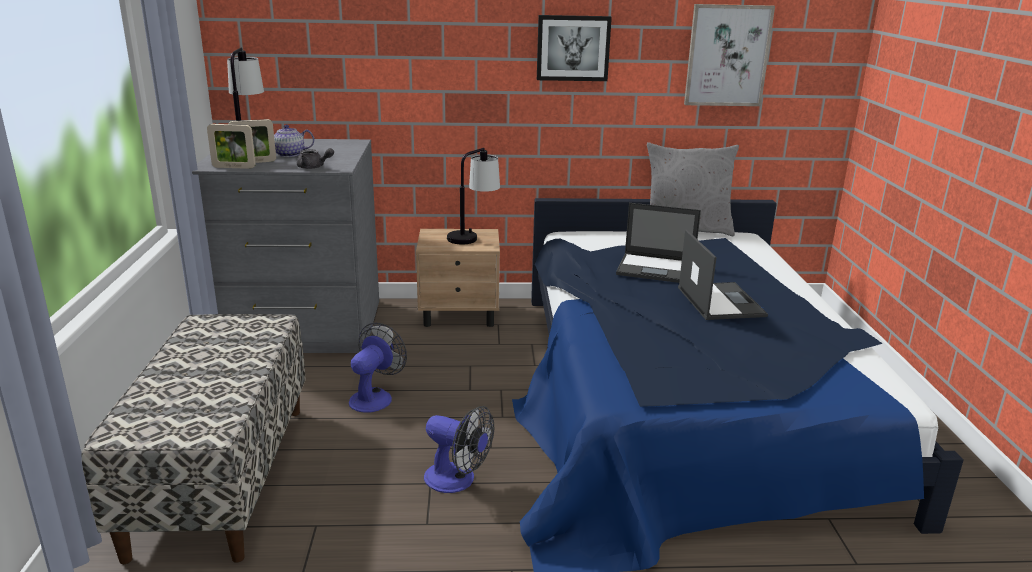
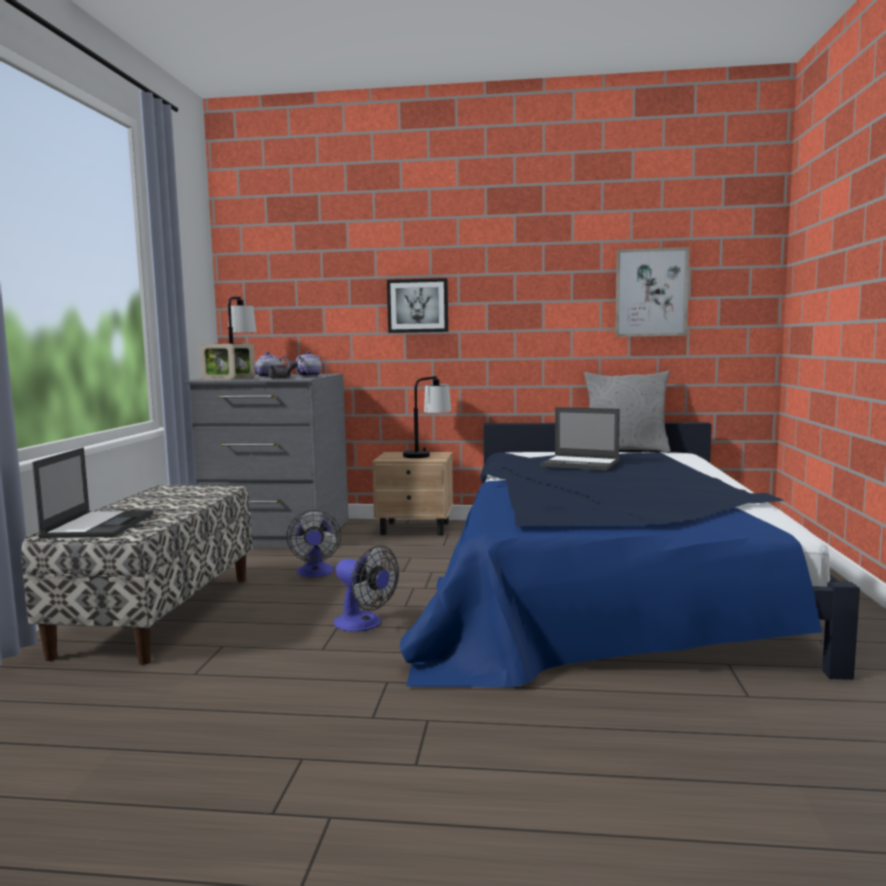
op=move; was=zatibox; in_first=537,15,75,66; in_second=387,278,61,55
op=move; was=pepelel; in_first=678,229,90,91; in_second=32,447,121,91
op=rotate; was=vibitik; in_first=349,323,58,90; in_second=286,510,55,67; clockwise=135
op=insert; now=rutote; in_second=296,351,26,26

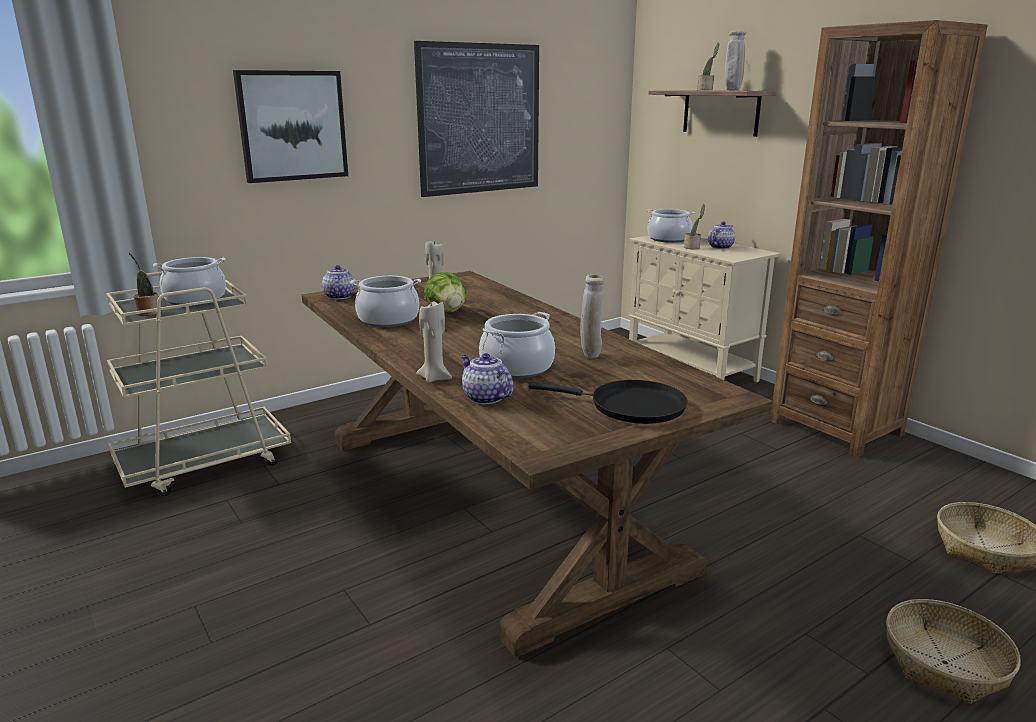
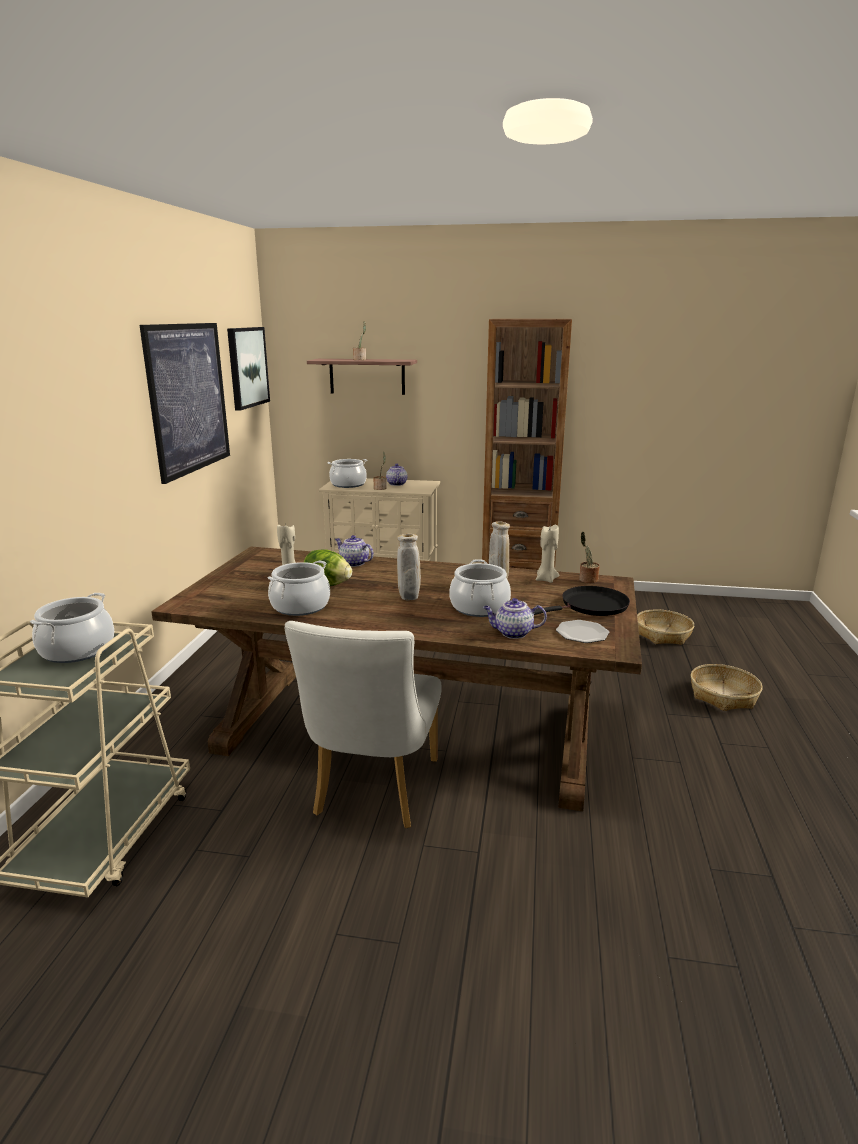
op=move; was=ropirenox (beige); in_first=724,31,22,60; in_second=397,534,24,66
op=move; was=zatibox; in_first=233,70,115,113; in_second=227,327,43,84
op=move; was=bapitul; in_first=128,252,30,64; in_second=579,531,21,52
op=move; was=rutote; in_first=322,265,33,34; in_second=335,535,39,32
op=move; was=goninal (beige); in_first=416,301,36,82; in_second=536,525,23,58
op=insert; now=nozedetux; in_second=556,620,53,23
op=insert; now=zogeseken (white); in_second=285,621,157,207

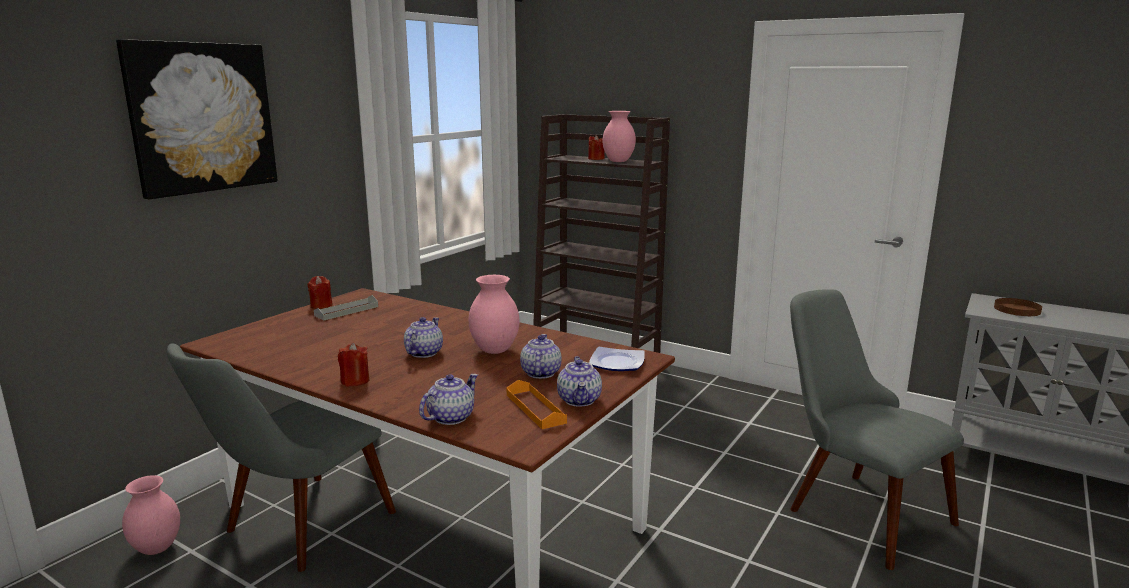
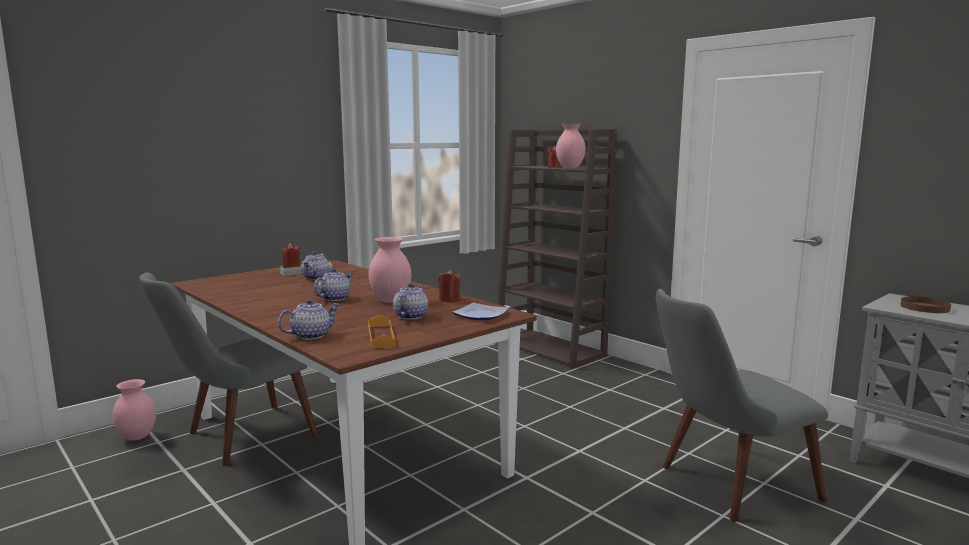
op=delete; was=zatibox; in_first=116,39,162,160
op=rotate; was=zogeseken (grey); in_first=790,289,174,281; in_second=656,289,172,233; clockwise=-90
op=move; was=goninal (red); in_first=338,343,31,43; in_second=438,270,22,32
op=move; was=rutote; in_first=557,356,45,51; in_second=301,251,29,29

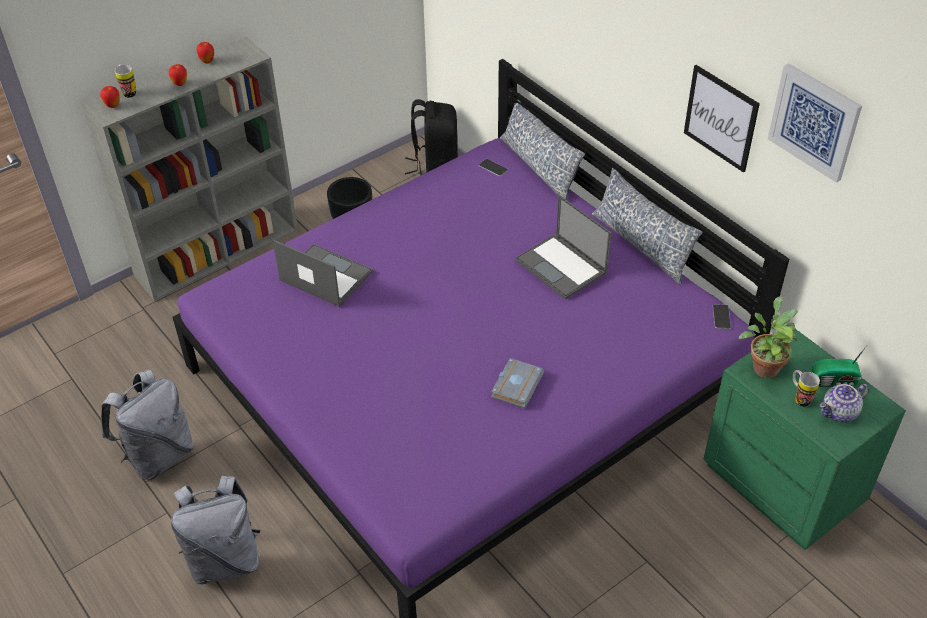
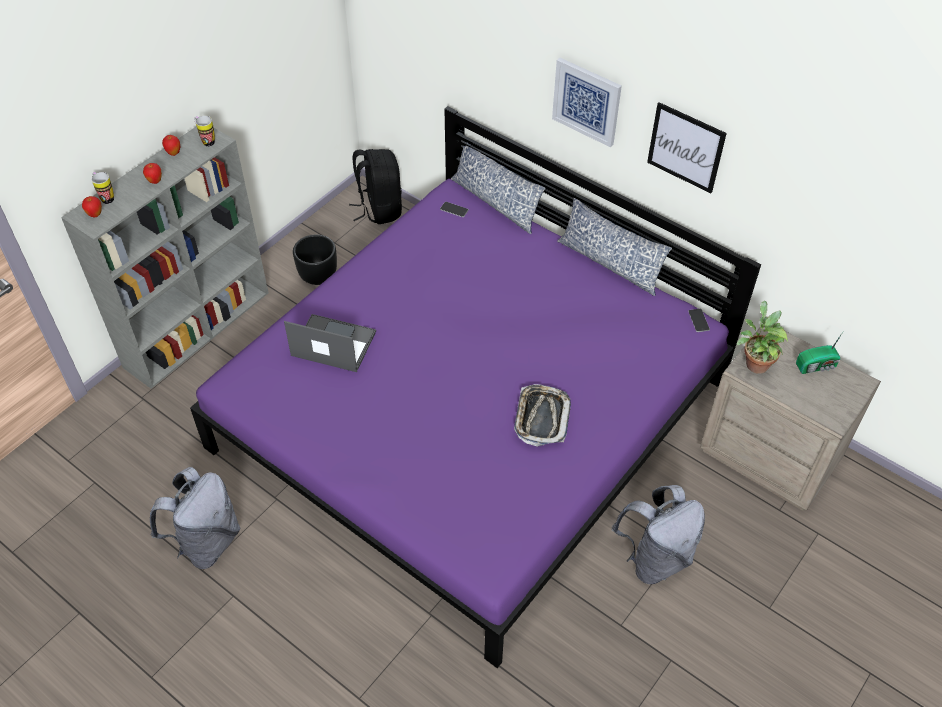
op=move; was=zatibox; in_first=768,63,94,120; in_second=552,58,70,89
op=delete; was=pepelel; in_first=515,195,97,105
op=recolor; was=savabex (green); now=savabex (beige); in_first=703,330,203,220; in_second=700,323,181,188
op=replace; was=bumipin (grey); now=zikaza; in_first=491,358,53,50; in_second=514,384,57,62
op=move; was=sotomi; in_first=793,370,27,37; in_second=194,116,21,31
op=delete; was=rutote; in_first=819,384,50,38
op=move; was=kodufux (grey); in_first=171,476,89,109; in_second=612,485,93,99

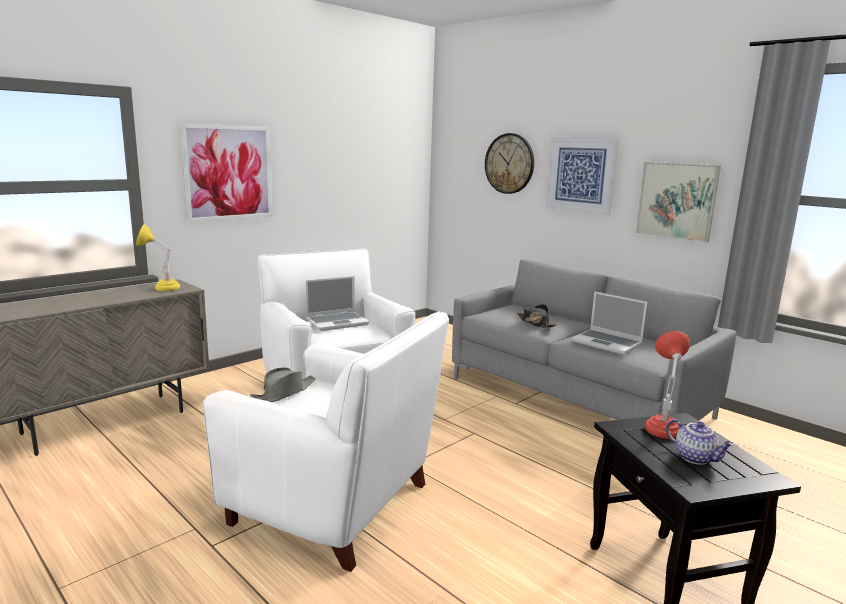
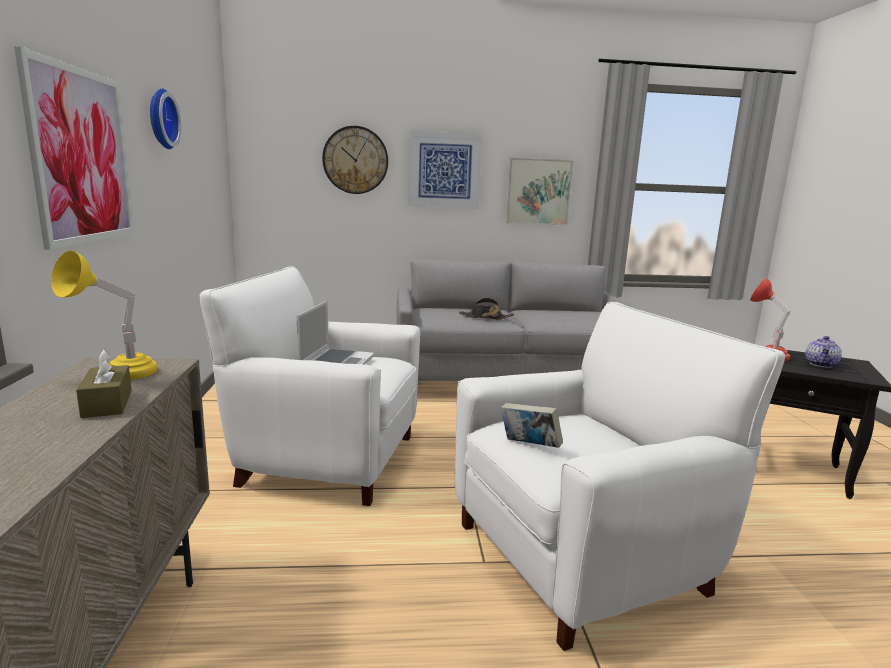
op=delete; was=pepelel; in_first=571,291,76,64
op=replace; was=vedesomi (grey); now=bumipin; in_first=250,367,66,35; in_second=501,403,62,45
op=rotate; was=rutote; in_first=666,419,68,46; in_second=805,336,37,32; clockwise=120
op=insert; now=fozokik; in_second=150,89,31,60
op=insert; now=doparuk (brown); in_second=76,349,56,69

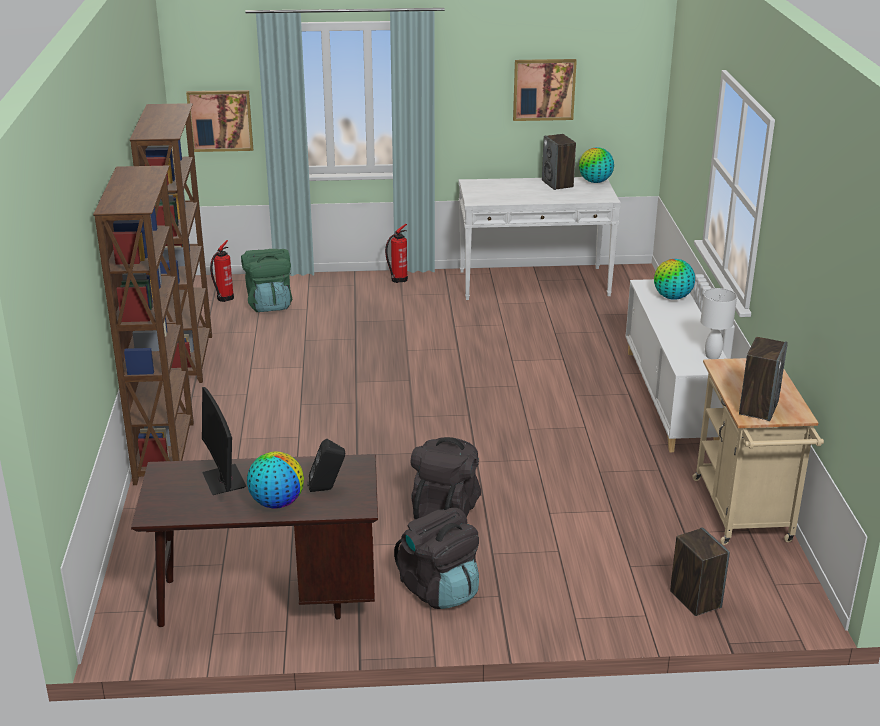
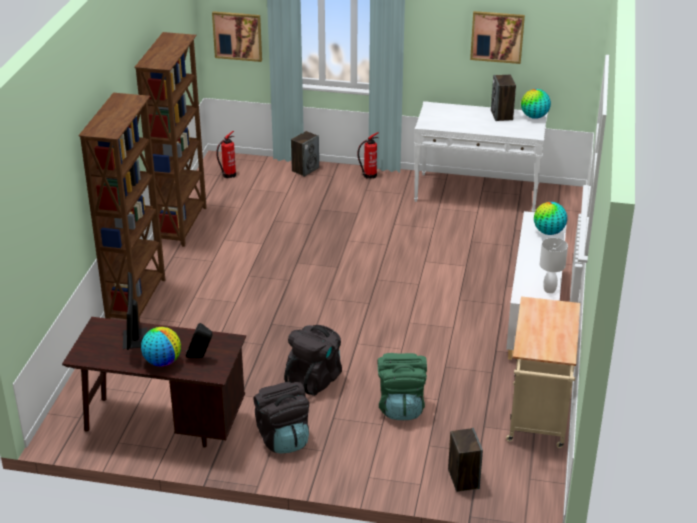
op=move; was=kodufux (green); in_first=241,249,51,63; in_second=378,353,49,67
op=move; was=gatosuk; in_first=739,337,49,84; in_second=291,131,28,46

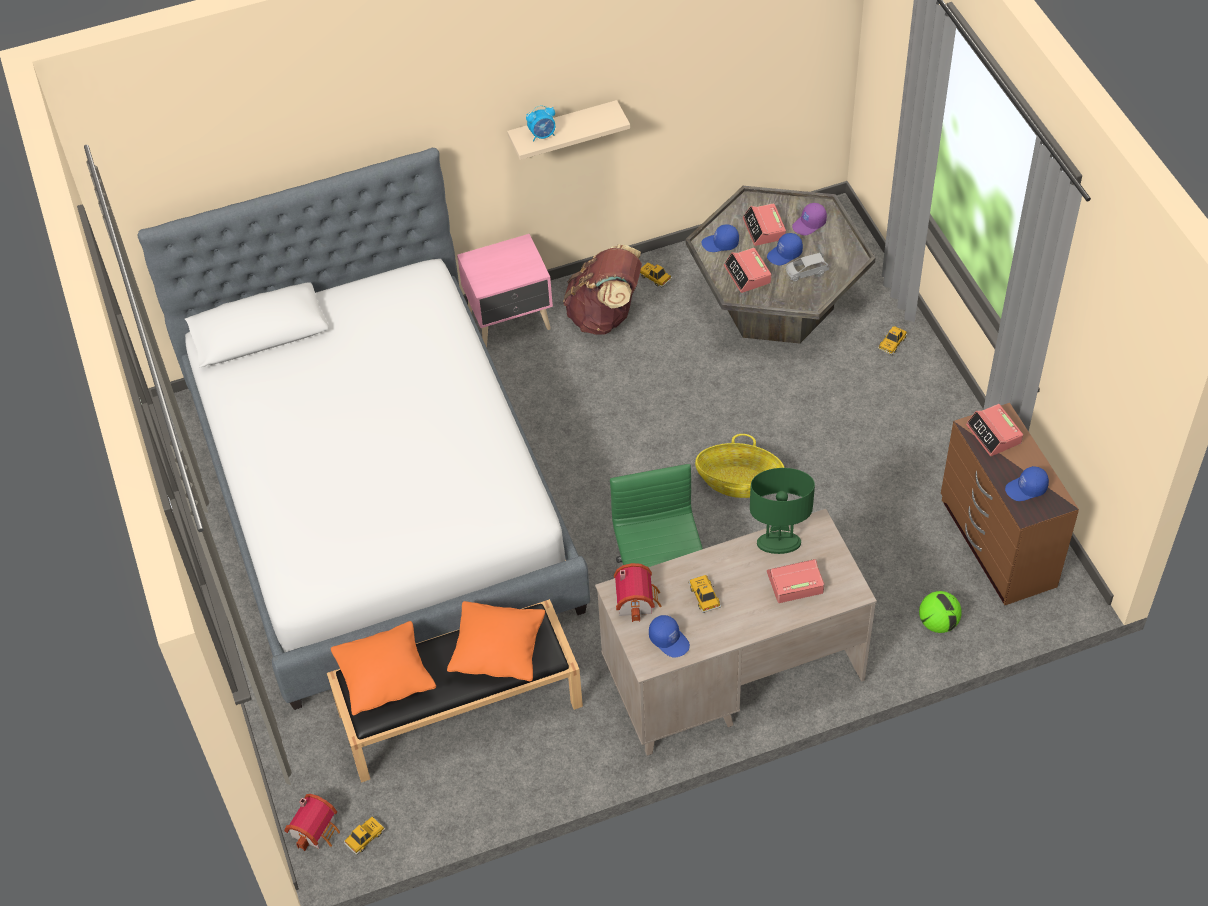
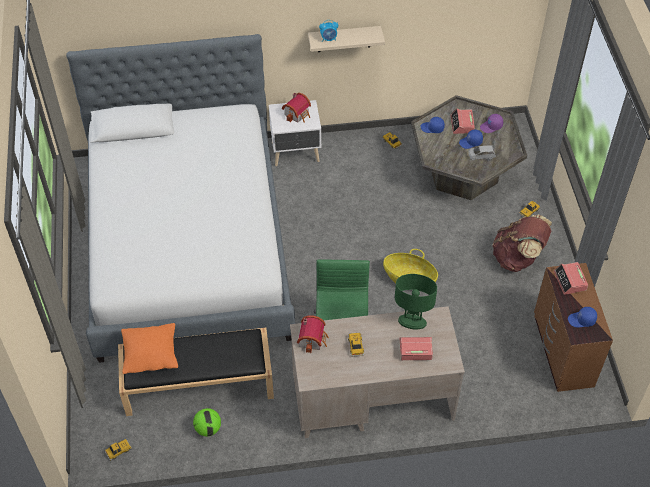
op=recolor; was=savabex (pink); now=savabex (white); in_first=457,234,96,114; in_second=269,100,52,66
op=move; was=kodufux (brown); in_first=563,244,79,91; in_second=492,214,60,58
op=delete; was=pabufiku; in_first=724,248,47,45
op=move; was=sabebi; in_first=919,591,43,42; in_second=193,408,28,29
op=delete; was=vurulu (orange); in_first=447,601,98,80
op=delete; was=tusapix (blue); in_first=649,615,41,42
op=move; was=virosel; in_first=284,794,56,57; in_second=282,92,29,31

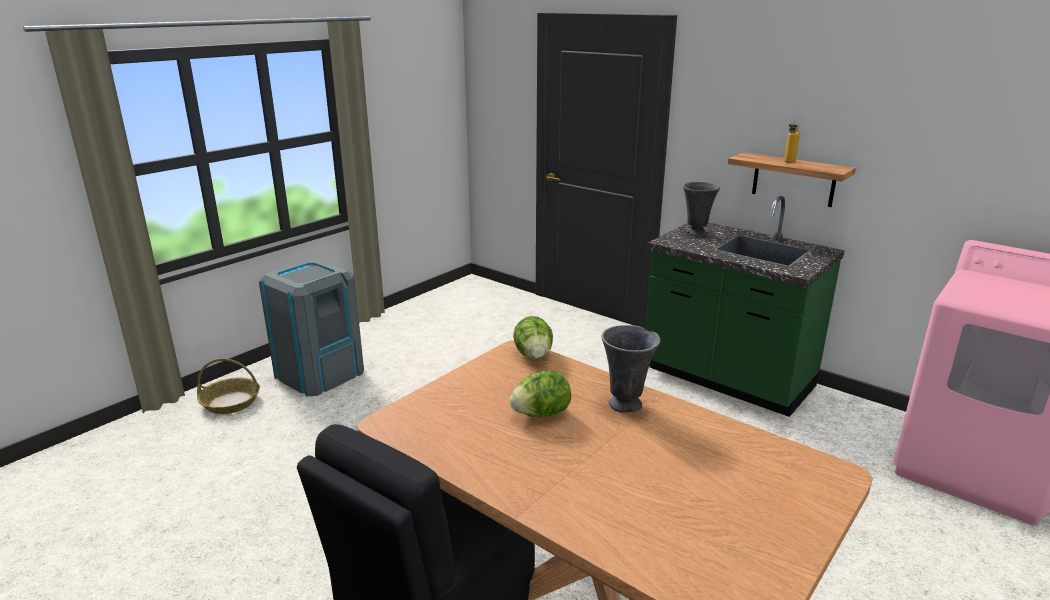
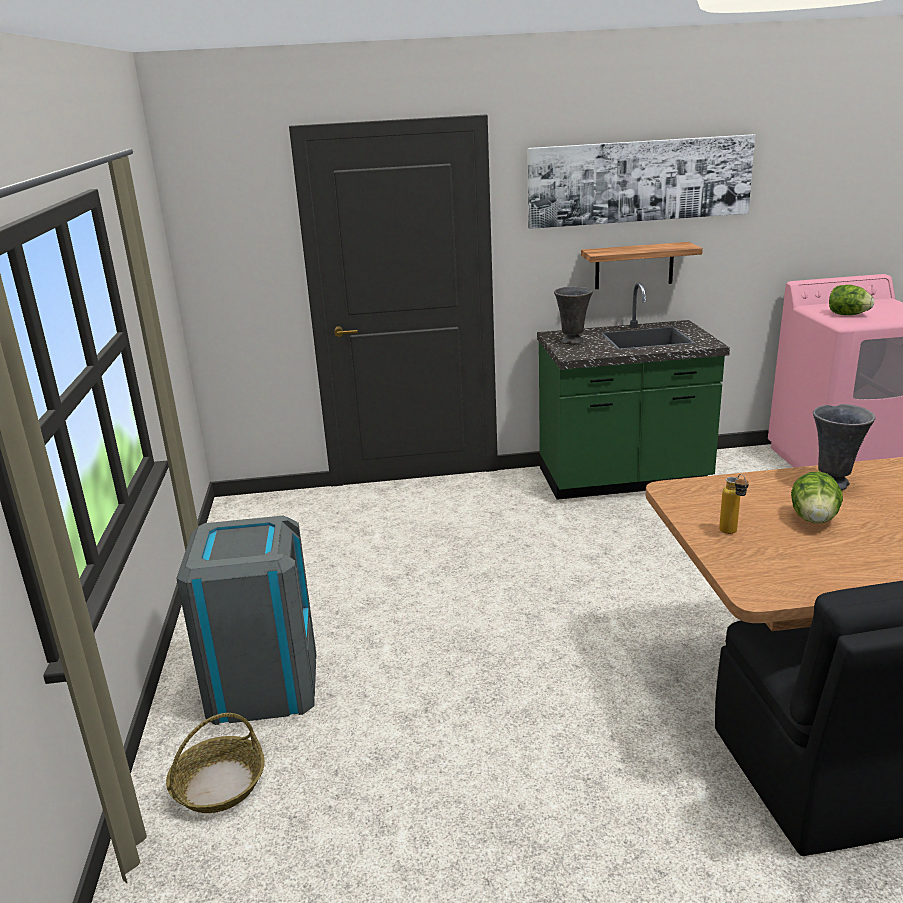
op=move; was=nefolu; in_first=784,119,16,44; in_second=719,474,30,60
op=move; was=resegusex; in_first=513,316,40,43; in_second=829,285,45,30
op=insert; now=zatibox; in_second=527,134,228,95

